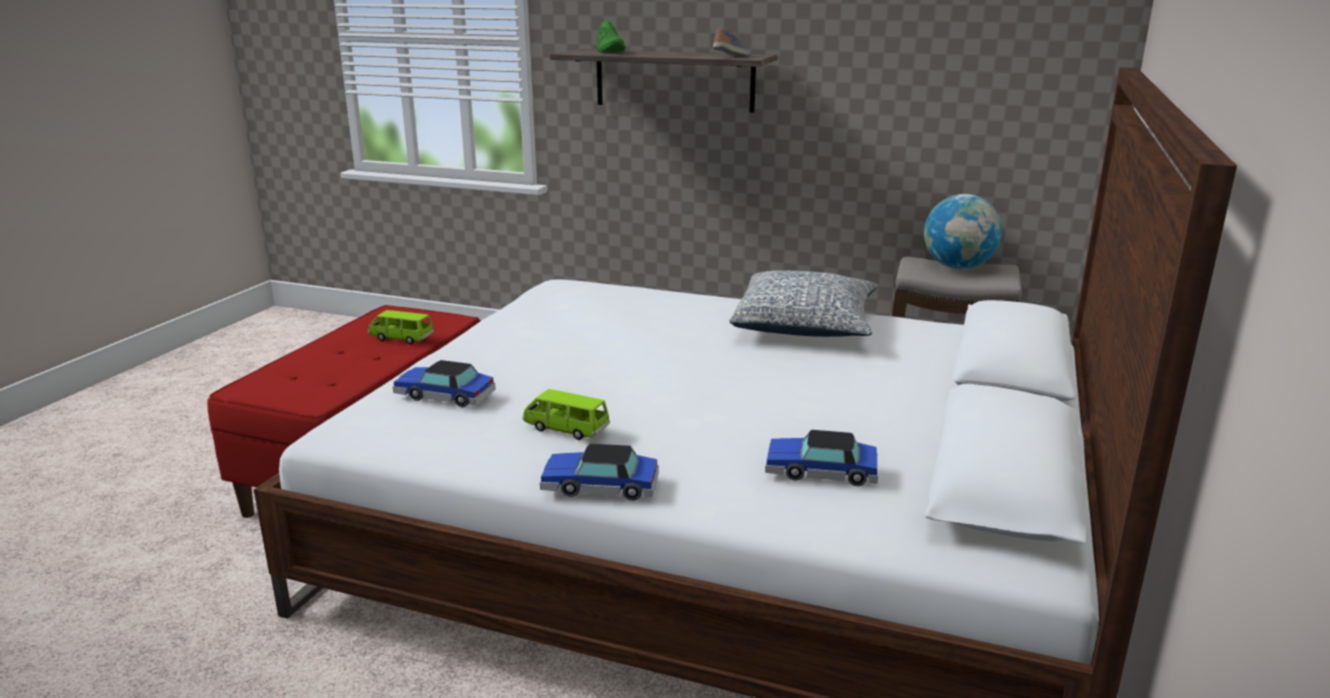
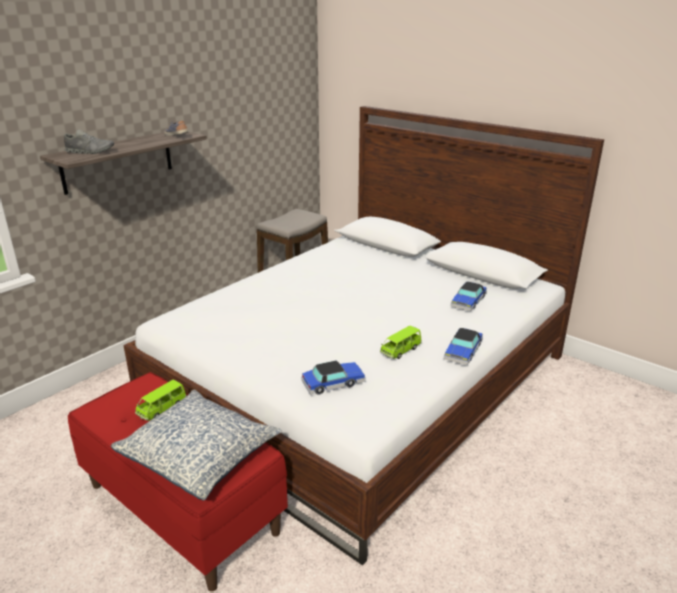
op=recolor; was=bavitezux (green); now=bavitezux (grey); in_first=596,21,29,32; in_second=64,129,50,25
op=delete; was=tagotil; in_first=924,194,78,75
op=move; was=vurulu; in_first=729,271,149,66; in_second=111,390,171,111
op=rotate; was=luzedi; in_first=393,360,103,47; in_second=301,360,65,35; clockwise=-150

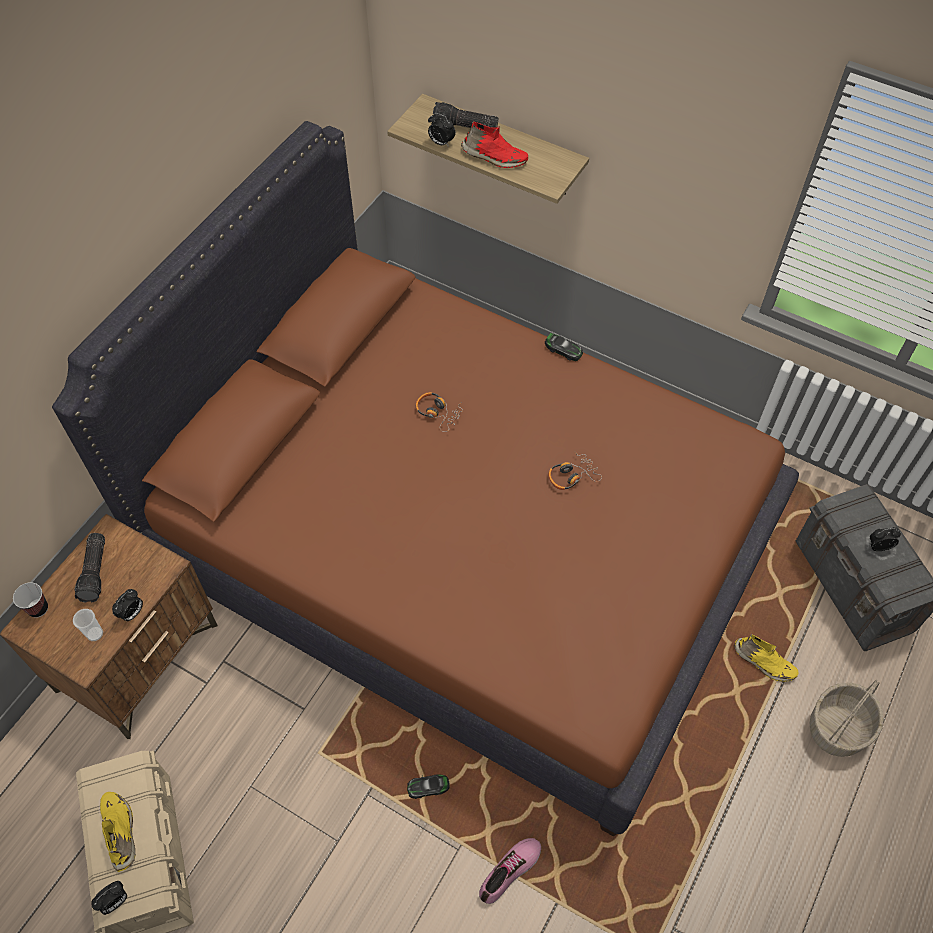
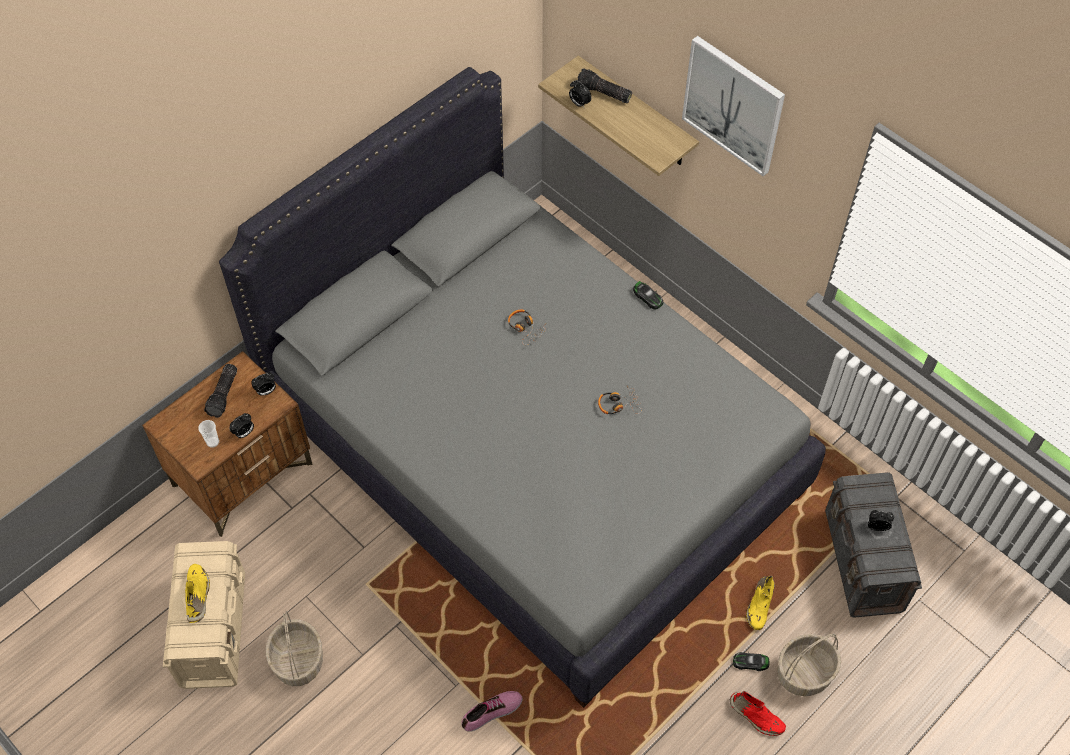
op=recolor; was=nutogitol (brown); now=nutogitol (grey); in_first=52,121,747,715; in_second=219,67,607,641
op=move; was=bavitezux (red); in_first=461,121,67,47; in_second=730,691,56,45
op=delete; was=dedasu; in_first=13,582,35,35
op=rotate; was=bavitezux (yellow); in_first=734,634,64,47; in_second=746,576,29,54; clockwise=60
op=move; was=luzedi; in_first=407,774,42,25; in_second=733,651,37,20
op=move; was=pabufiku; in_first=91,881,36,34; in_second=251,372,25,24
op=insert; now=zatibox; in_second=682,36,103,140
op=insert; now=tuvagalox; in_second=266,611,57,75

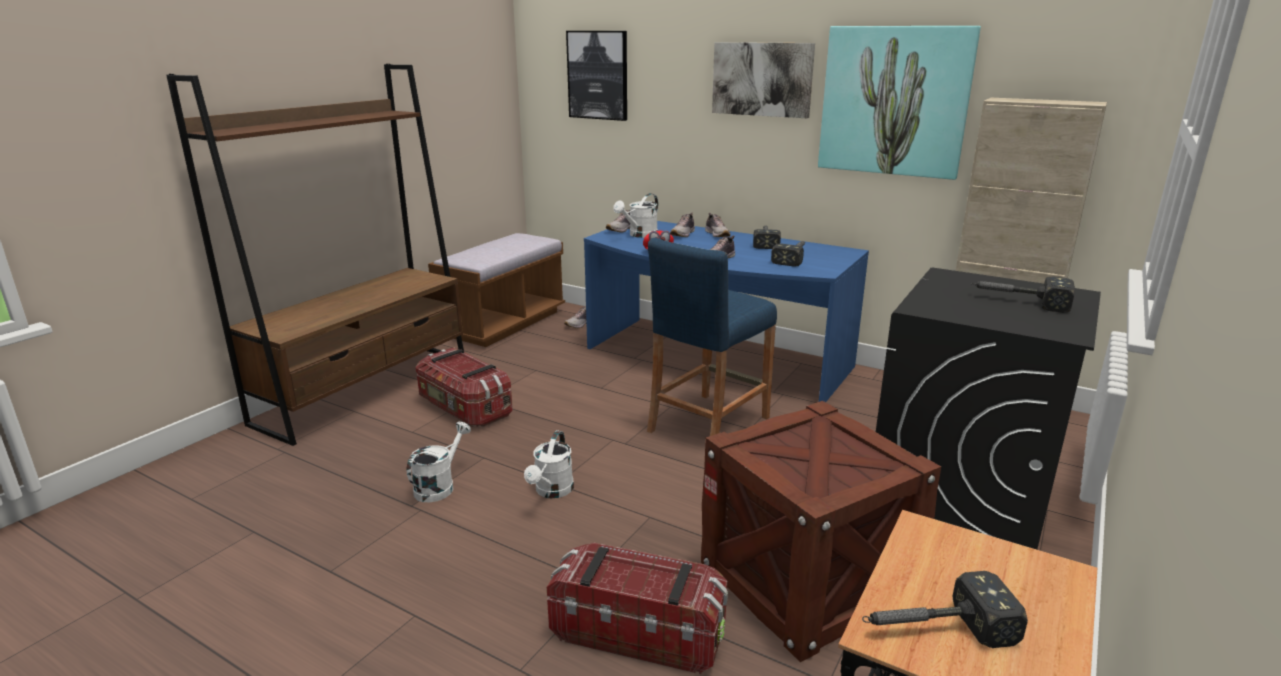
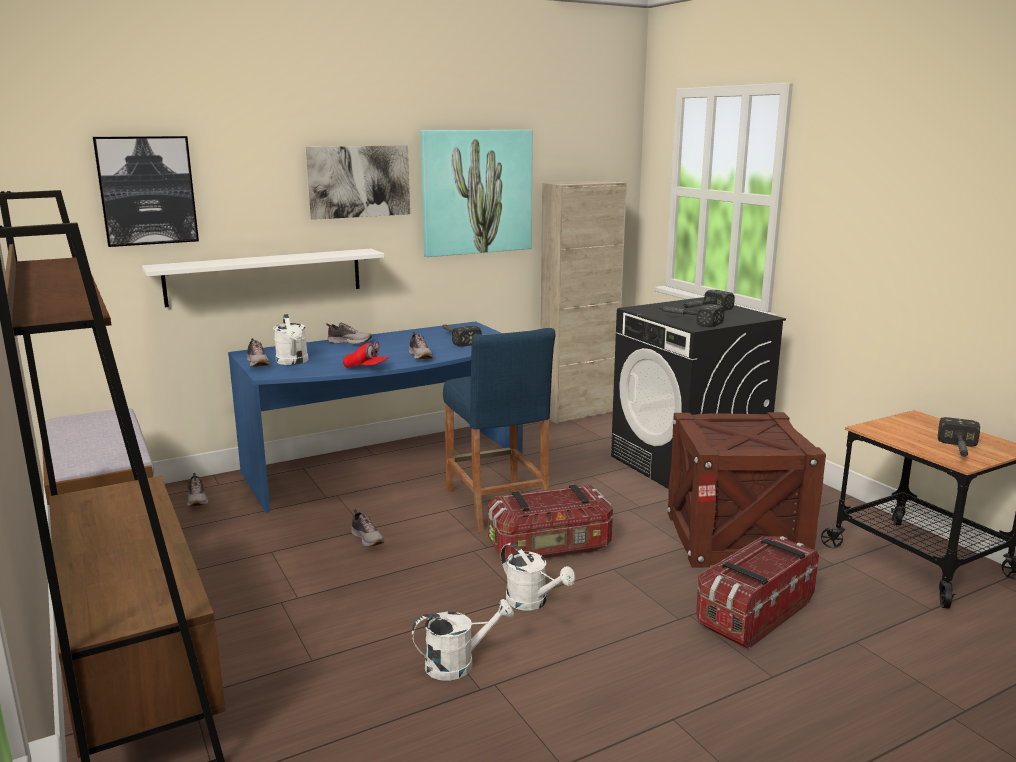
op=move; was=bavitezux; in_first=670,212,25,25; in_second=351,509,33,38
op=move; was=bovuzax; in_first=753,225,28,24; in_second=659,304,66,23
op=move; was=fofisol; in_first=415,347,98,80; in_second=488,484,125,77
op=rotate; was=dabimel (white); in_first=406,422,65,80; in_second=412,599,102,82; clockwise=105
op=insert; now=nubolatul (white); in_second=142,249,242,58

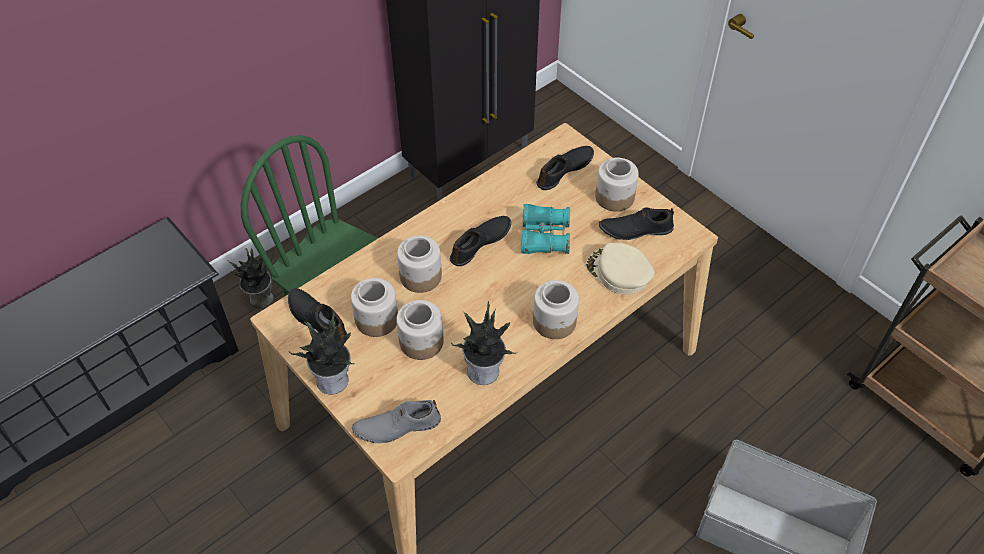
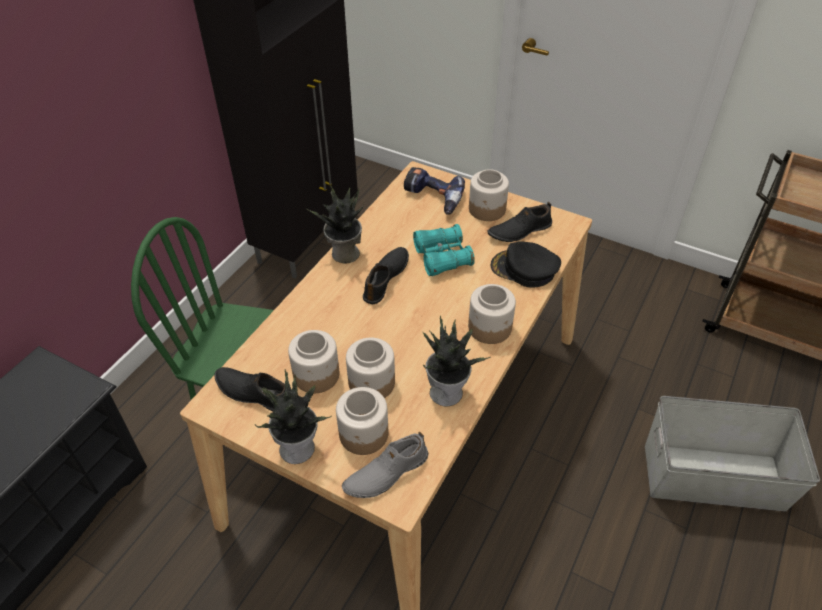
op=replace; was=bavitezux (black); now=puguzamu; in_first=537,146,57,44; in_second=404,167,61,48
op=move; was=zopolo; in_first=397,235,45,58; in_second=336,387,52,68
op=recolor; was=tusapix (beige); now=tusapix (black); in_first=586,243,69,52; in_second=491,241,70,47
op=move; was=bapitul; in_first=227,248,47,60; in_second=307,186,57,78

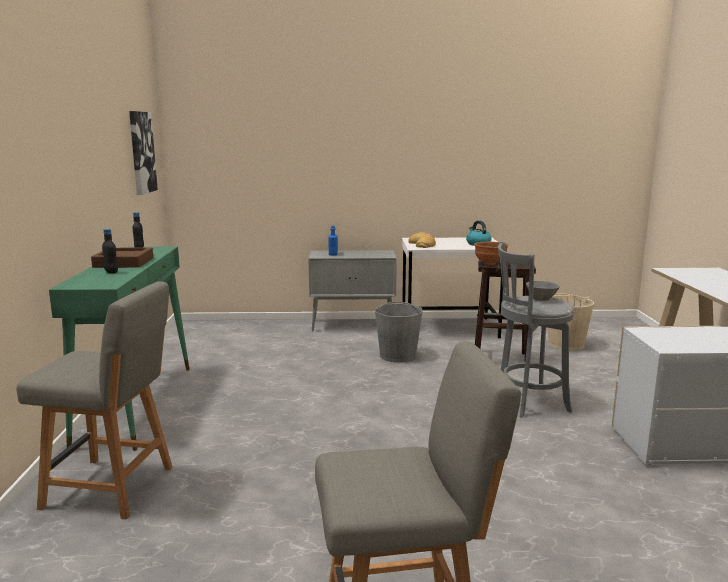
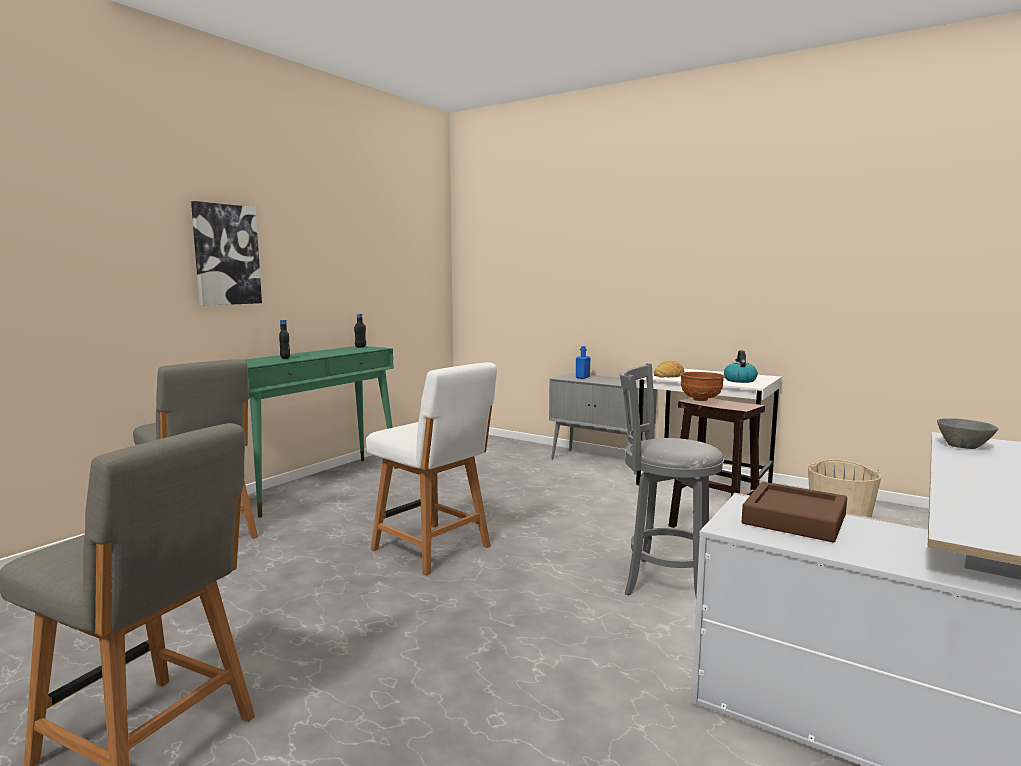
op=move; was=zatibox; in_first=129,111,29,84; in_second=191,201,71,105
op=move; was=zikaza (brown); in_first=91,247,62,21; in_second=742,482,105,60
op=move; was=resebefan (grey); in_first=526,281,34,20; in_second=937,418,61,31
op=delete; was=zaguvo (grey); in_first=375,302,47,61
op=insert; now=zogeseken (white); in_second=366,362,131,214

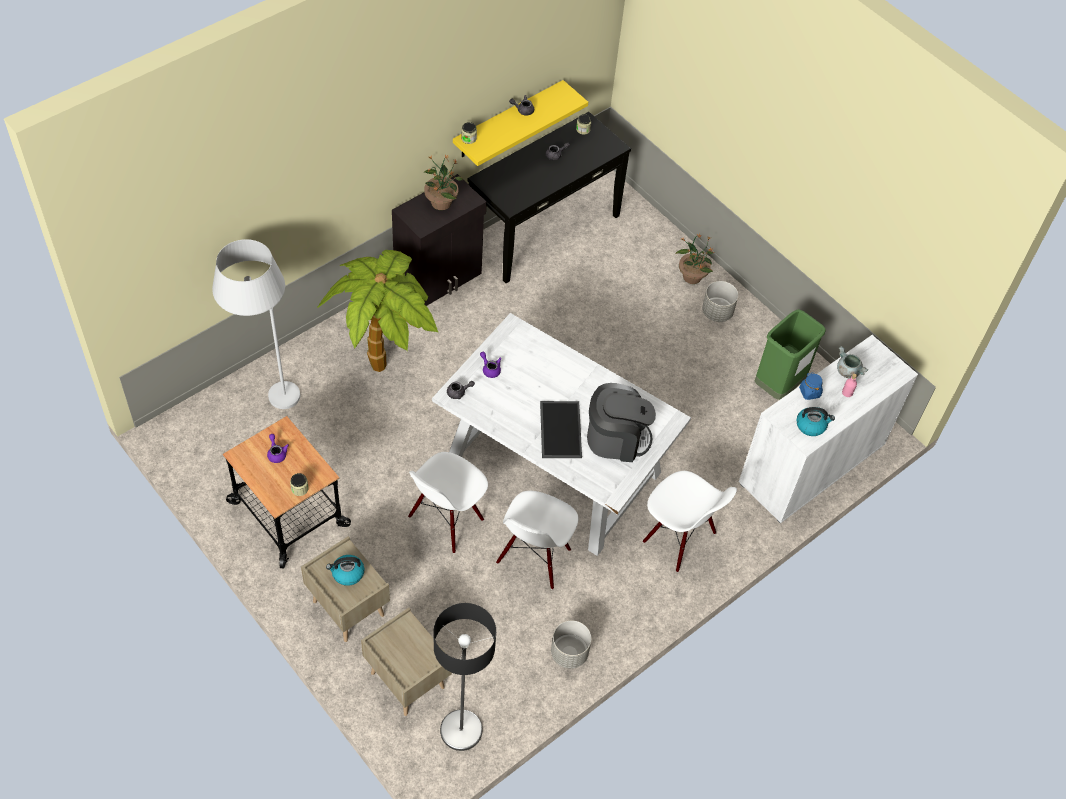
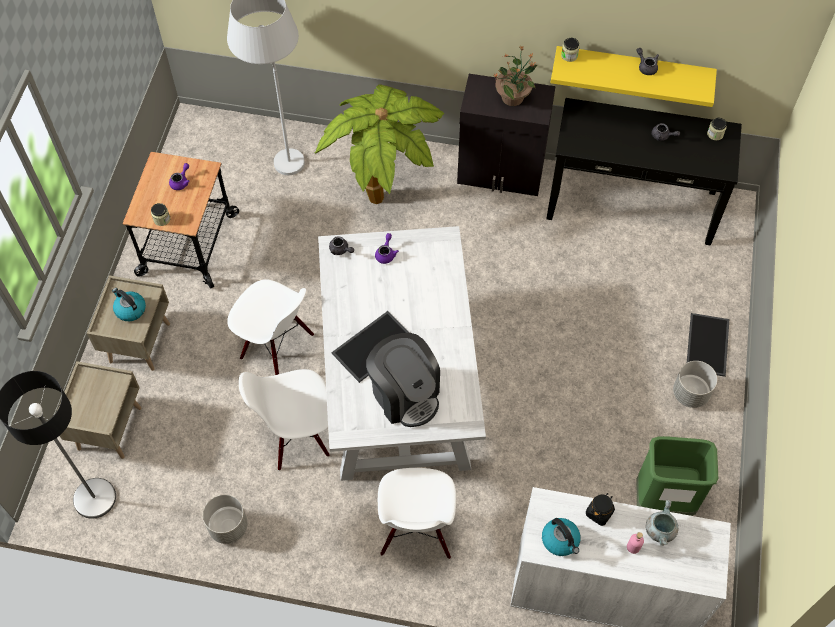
op=replace; was=bapitul; now=zikaza; in_first=675,233,38,51; in_second=687,313,42,64
op=recolor; was=zopolo (blue); now=zopolo (black); in_first=799,372,24,28; in_second=586,493,29,33
op=rotate; was=zogeseken (white); in_first=408,452,80,101; in_second=227,279,87,96; clockwise=-150

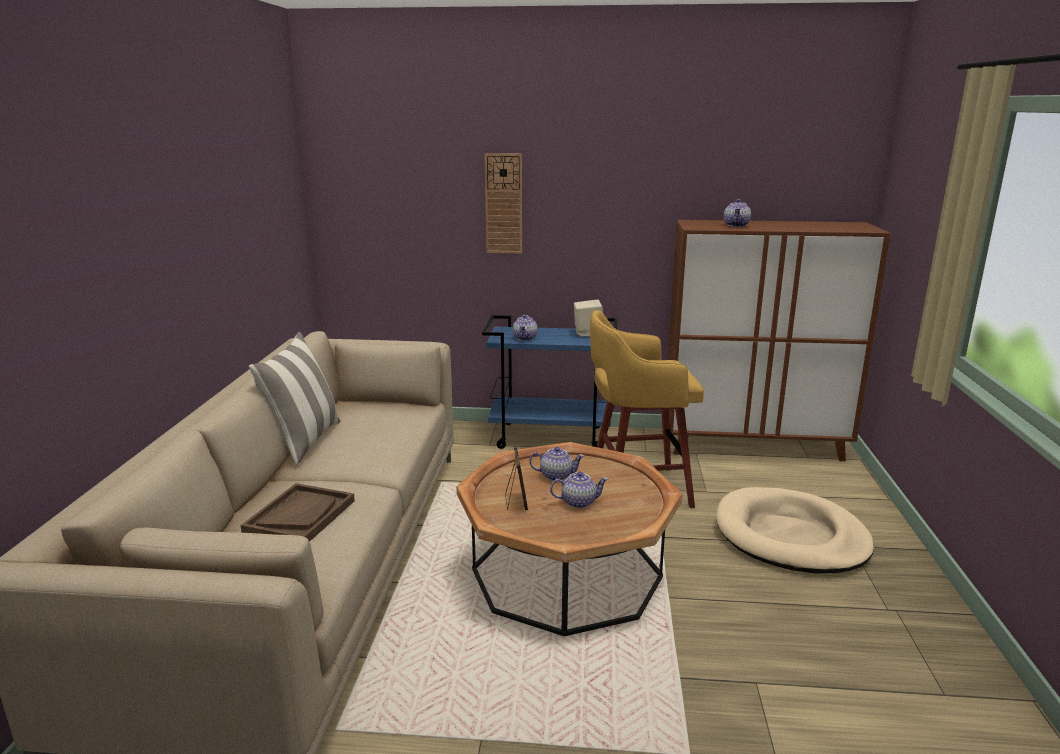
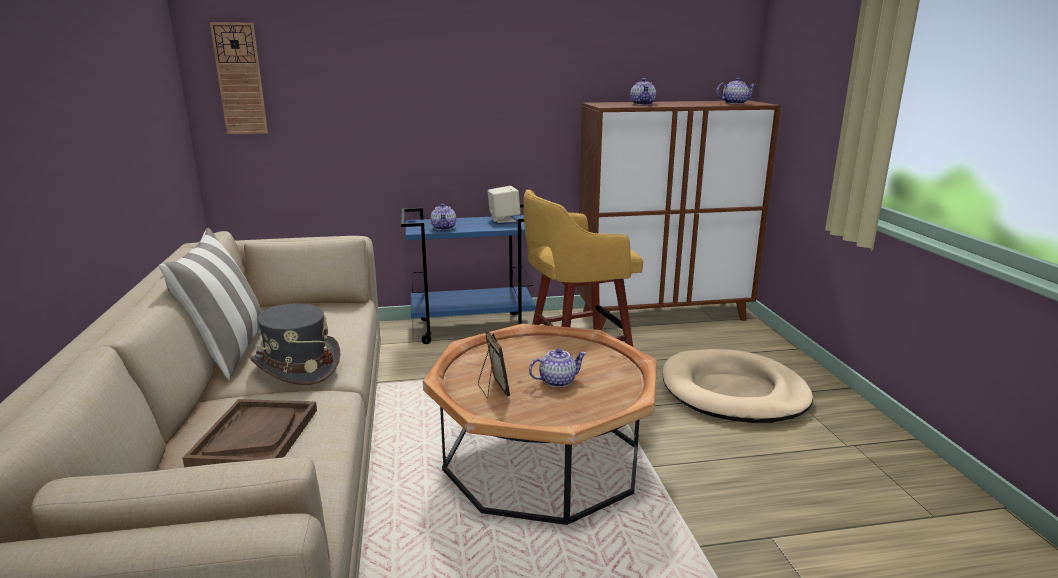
op=move; was=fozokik; in_first=485,153,37,101; in_second=210,22,58,112
op=move; was=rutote; in_first=529,447,55,34; in_second=716,78,40,26
op=insert; now=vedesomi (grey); in_second=250,303,90,82

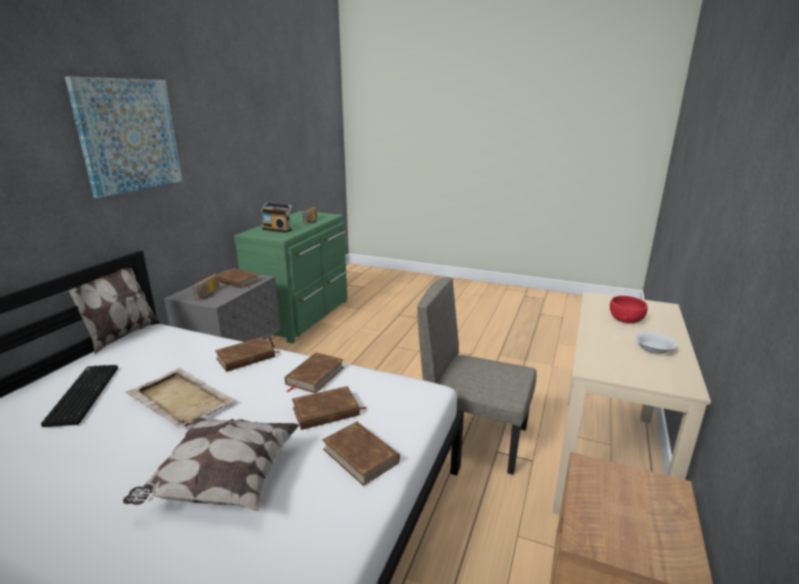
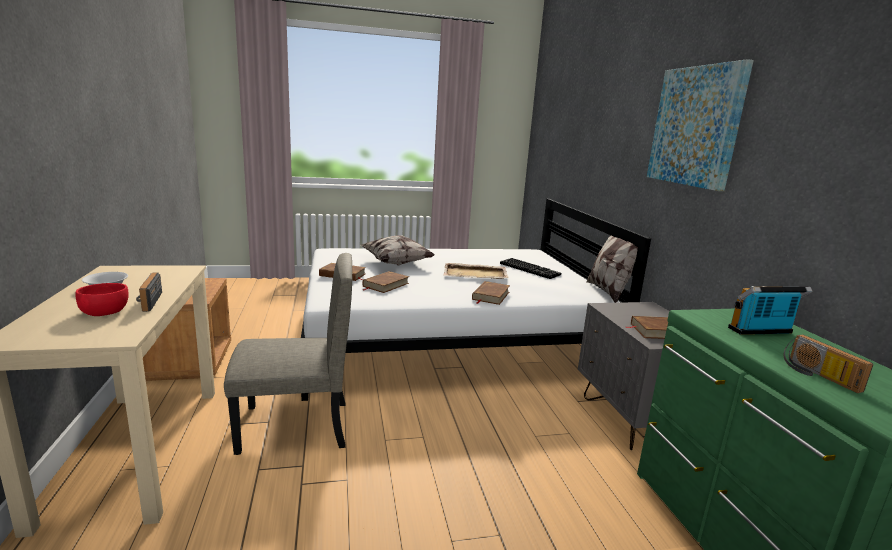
op=move; was=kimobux; in_first=193,274,26,26; in_second=136,272,26,40
op=delete; was=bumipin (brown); in_first=285,352,59,41

